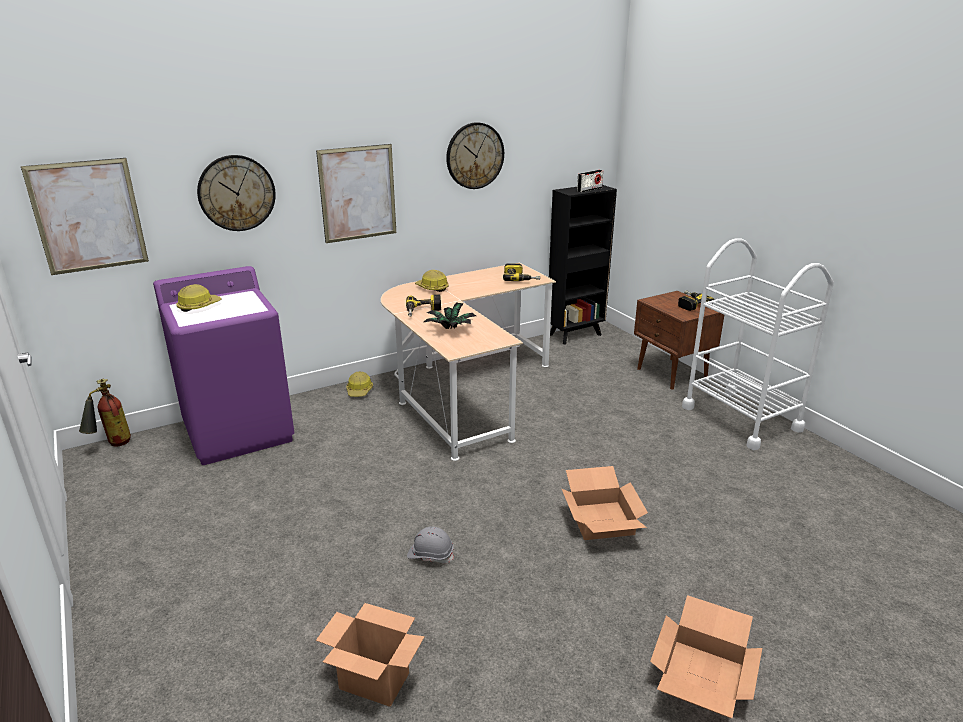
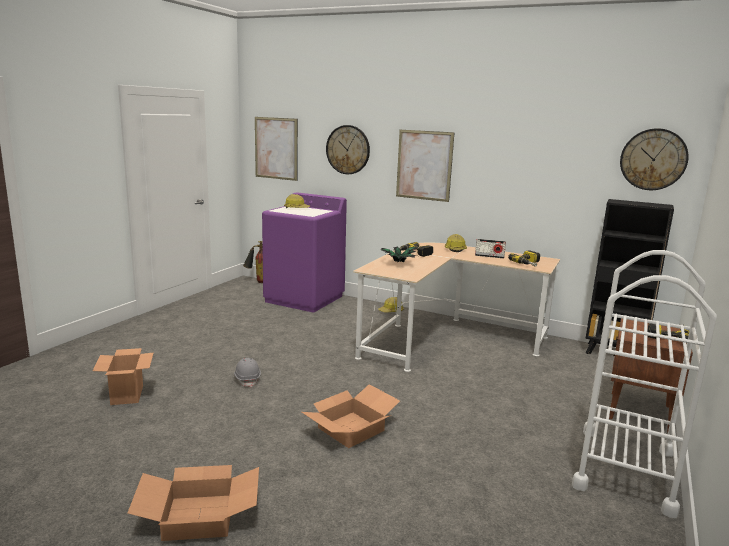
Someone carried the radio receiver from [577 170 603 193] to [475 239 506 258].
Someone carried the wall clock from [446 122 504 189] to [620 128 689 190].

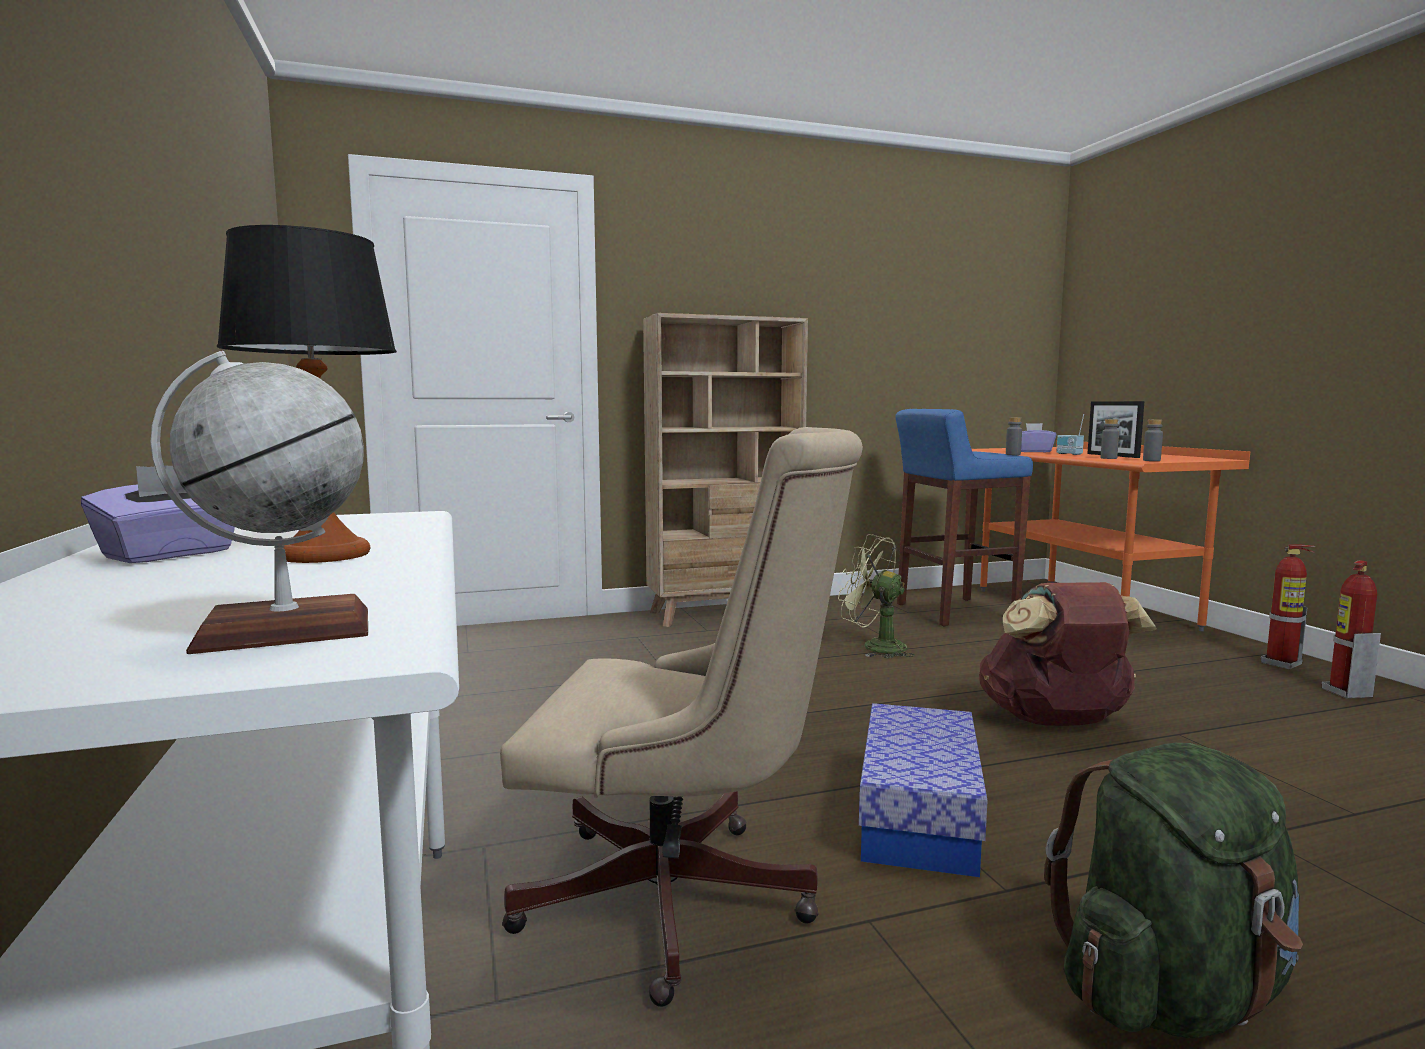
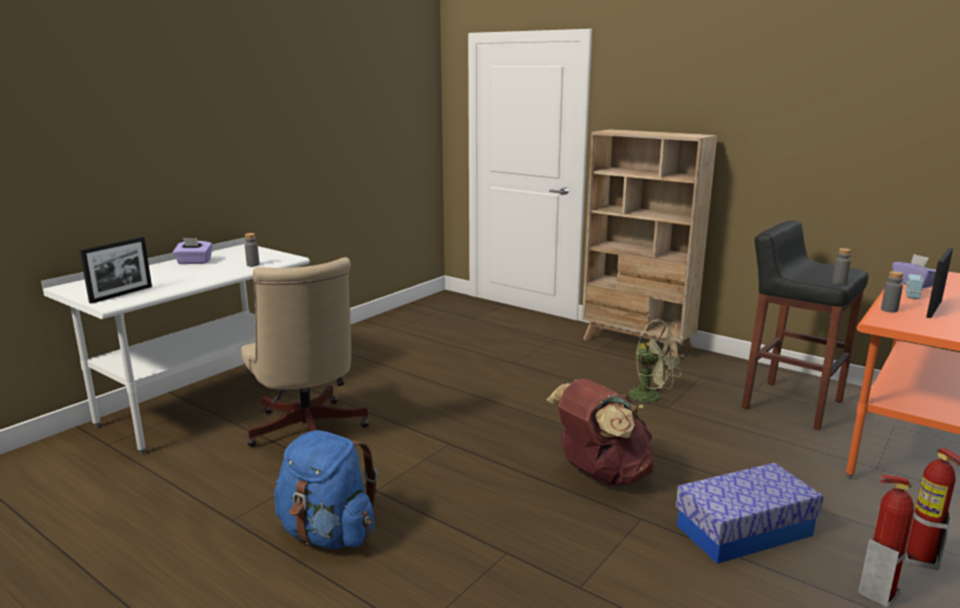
Someone swapped the desk globe at [151 351 368 654] for the photo frame at [80 237 152 304].
Someone carried the bottle/grey from [1143 420 1163 461] to [245 233 260 267].
Someone repainted the rucksack/greenish at [1044 743 1303 1038], which became the rucksack/blue-coloured at [274 430 378 549].
Someone rotated the electric fan/greenish at [838 534 915 658] by 135 degrees clockwise.
Someone carried the storage container from [859 703 988 877] to [676 463 823 564].
Someone repainted the sitting stool/blue-coloured at [896 409 1033 626], which became the sitting stool/black at [742 221 869 430].
Someone took away the table lamp at [217 225 397 563].

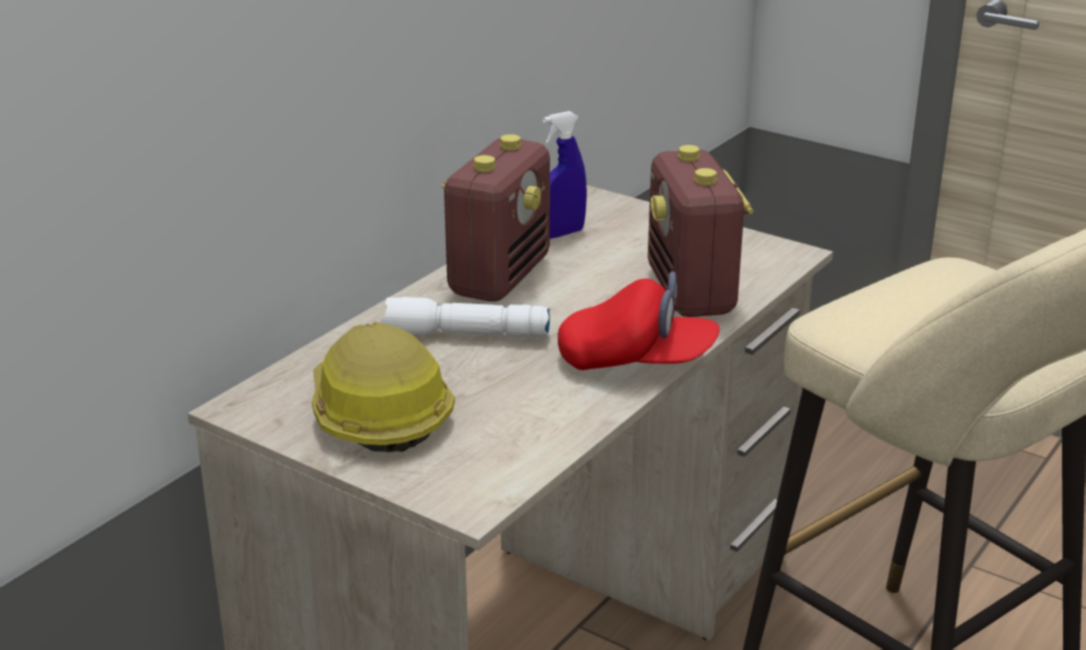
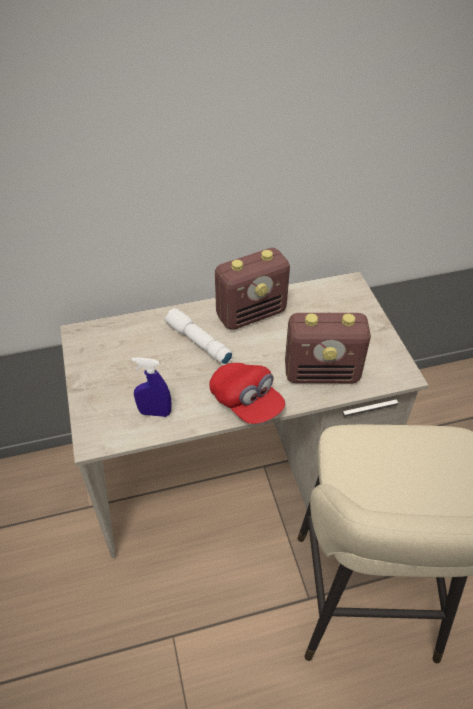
Someone carried the spray bottle/blue-coloured from [543 111 587 239] to [132 357 172 417].
Someone rotated the radio receiver at [648 145 753 317] by 120 degrees counterclockwise.
Someone took away the hard hat at [312 322 455 452].

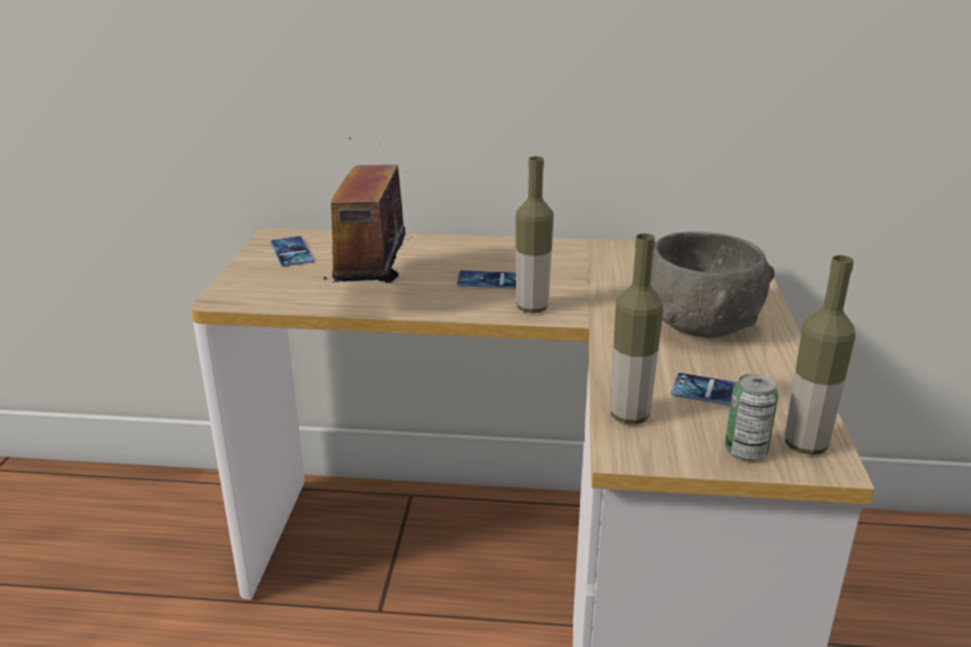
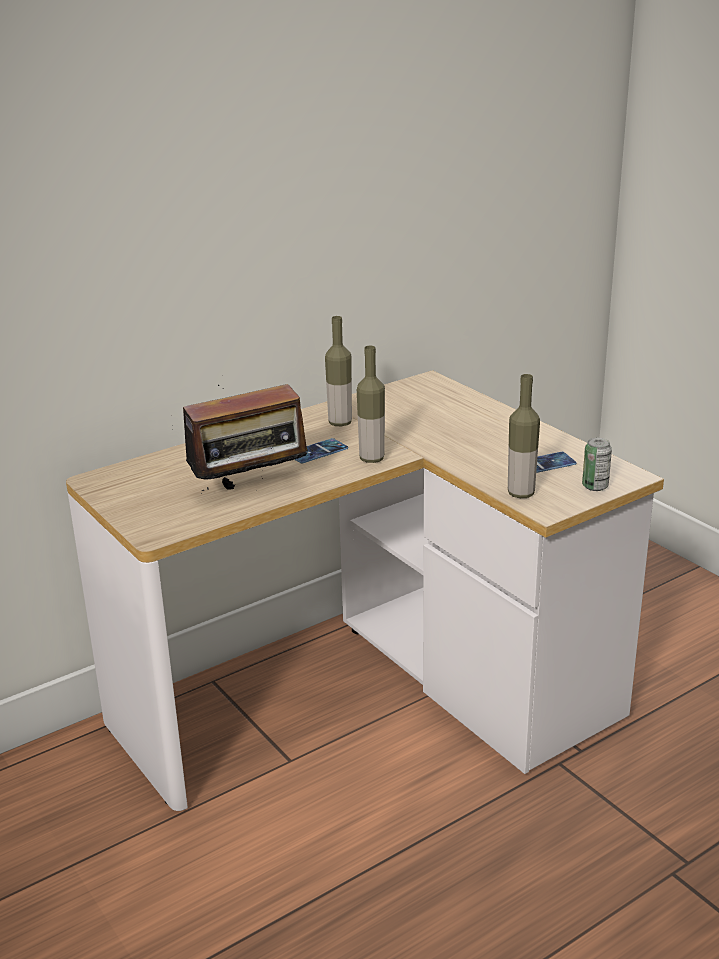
Someone rotated the radio receiver at [324 137 412 283] by 75 degrees counterclockwise.
Someone carried the bottle from [785 255 855 455] to [325 316 352 426].
Someone took away the phone at [270 236 314 267].
Someone took away the deep dish/grey at [650 232 775 338].

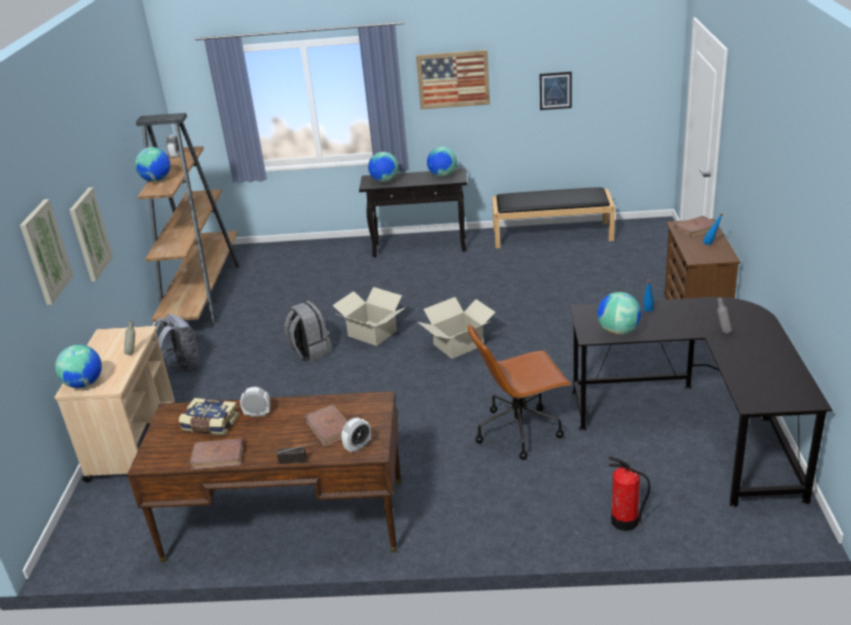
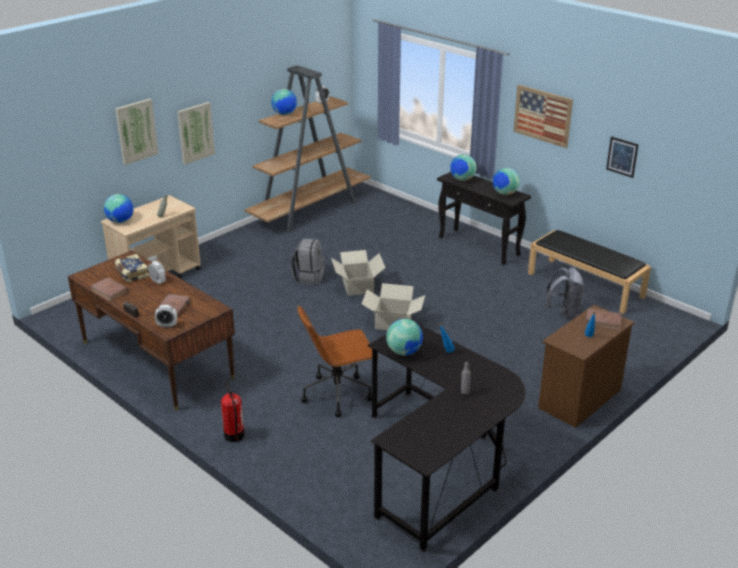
Someone carried the fire-fighting cylinder from [609 457 650 531] to [221 381 245 442].
Someone rotated the desk chair/brown at [468 324 571 460] by 45 degrees counterclockwise.
Someone carried the rucksack/grey from [154 314 199 372] to [547 267 584 319].

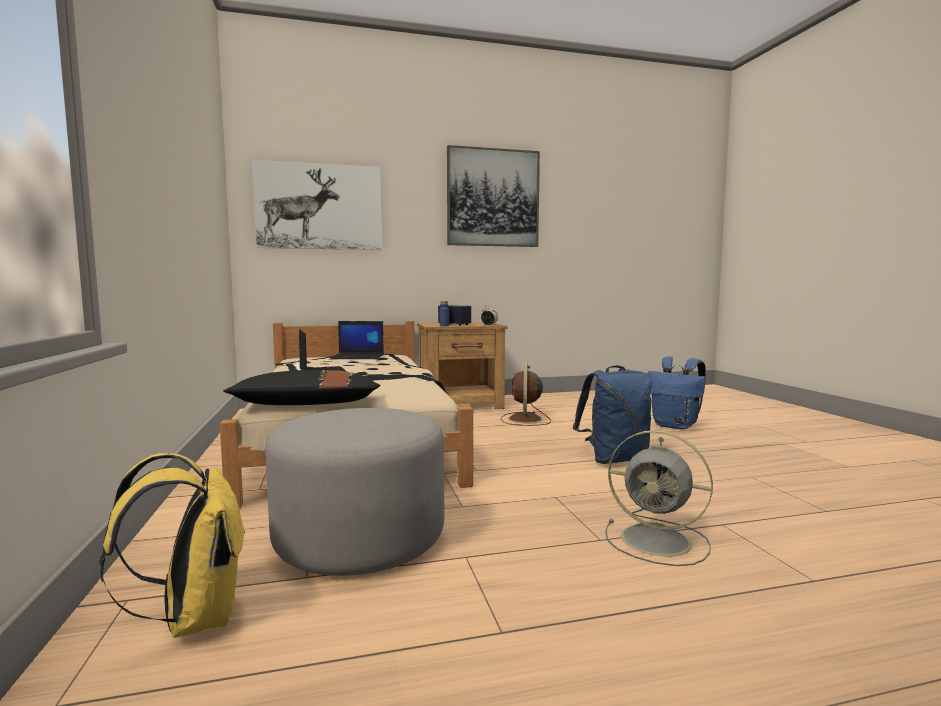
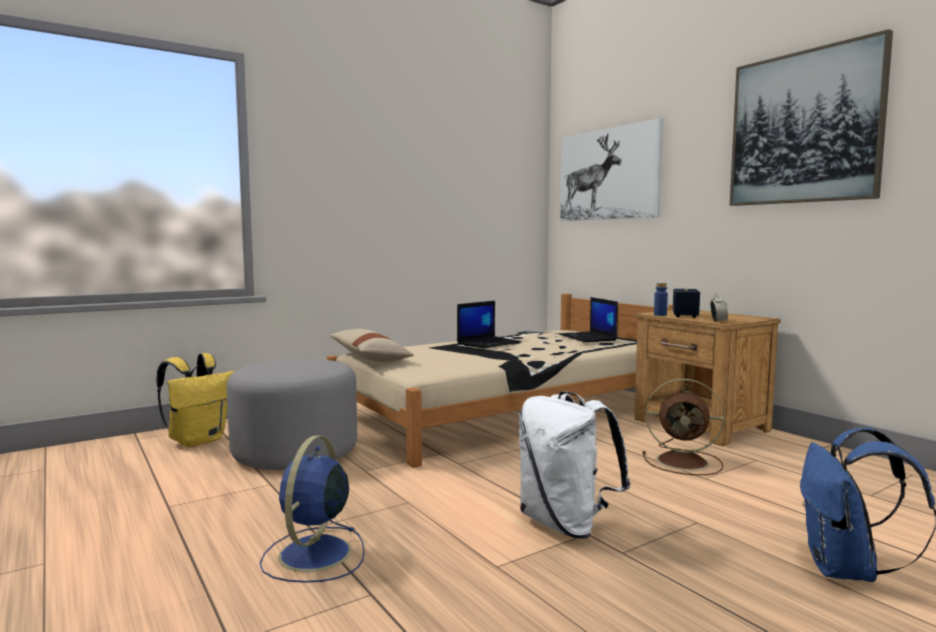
Someone repainted the electric fan/grey at [605 430 713 566], which became the electric fan/blue-coloured at [260 435 365 583].
Someone repainted the cushion/black at [223 370 381 405], which became the cushion/beige-coloured at [329 329 414 362].
Someone repainted the rucksack/blue-coloured at [573 366 652 464], which became the rucksack/white-coloured at [519 391 630 539].
Someone rotated the electric fan/brown at [501 362 551 426] by 150 degrees counterclockwise.

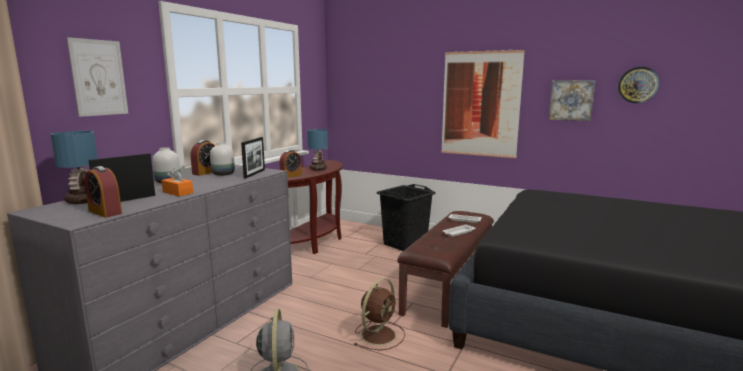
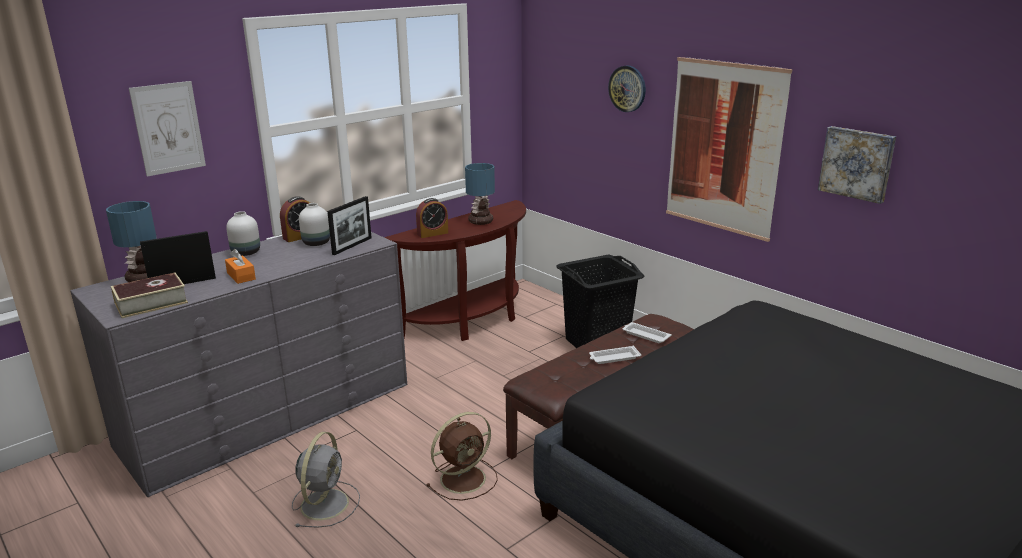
Someone swapped the alarm clock at [85 166 122 218] for the book at [111 273 188 318].
Someone carried the wall clock from [618 67 660 104] to [608 65 646 112].

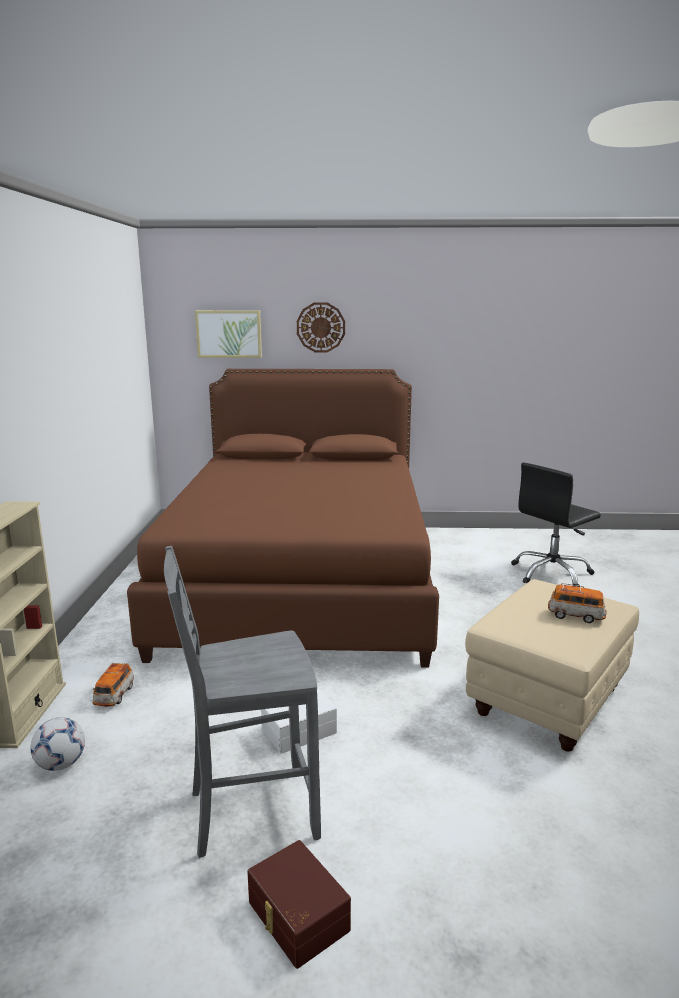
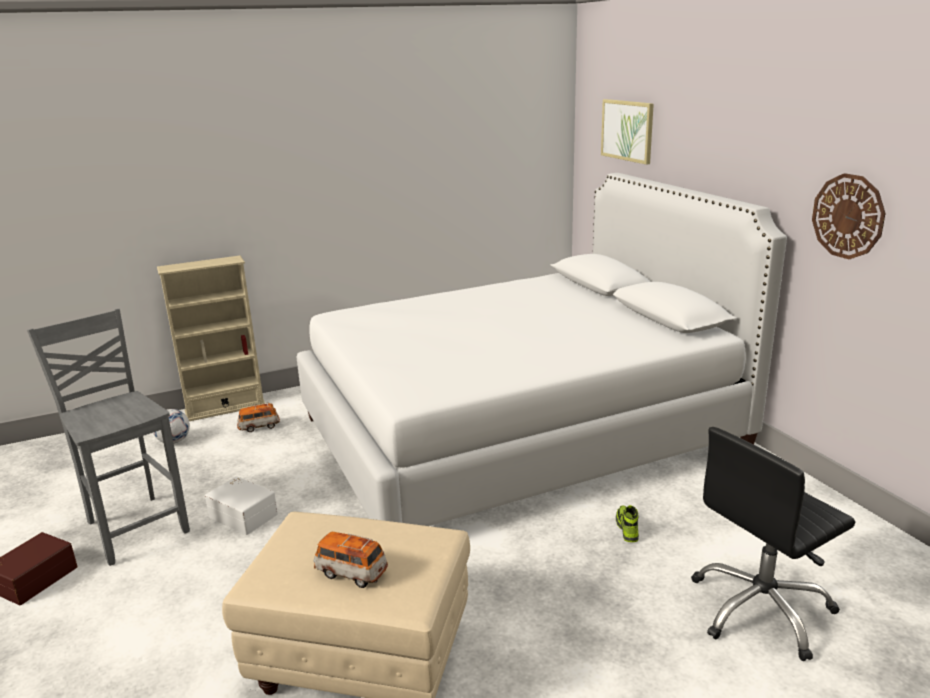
Someone repainted the bed/brown at [127 369 439 668], which became the bed/white-coloured at [296 173 787 526].
Someone rotated the model car at [548 583 607 623] by 120 degrees clockwise.
Someone put down the item of footwear at [616 505 639 542].
Someone rotated the desk chair/black at [511 463 601 587] by 60 degrees counterclockwise.
Someone carried the wall clock from [297 302 345 352] to [812 173 886 259].

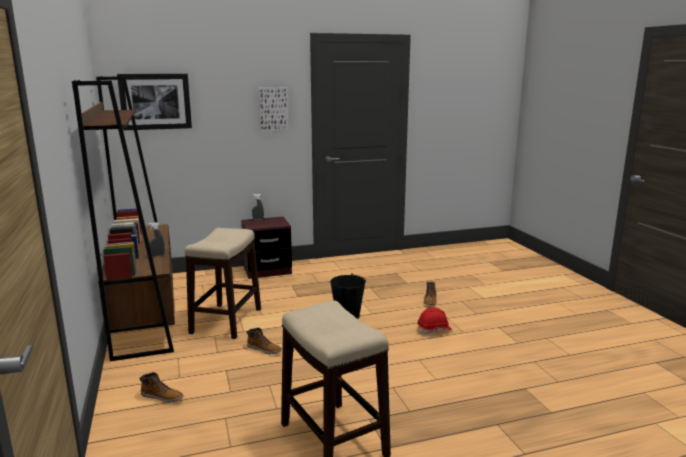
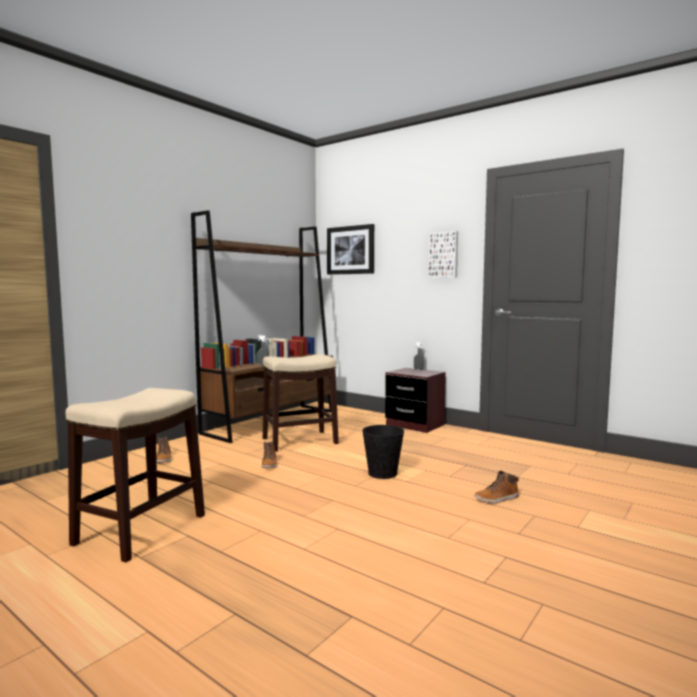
Someone took away the hard hat/red-coloured at [417 307 452 335].

